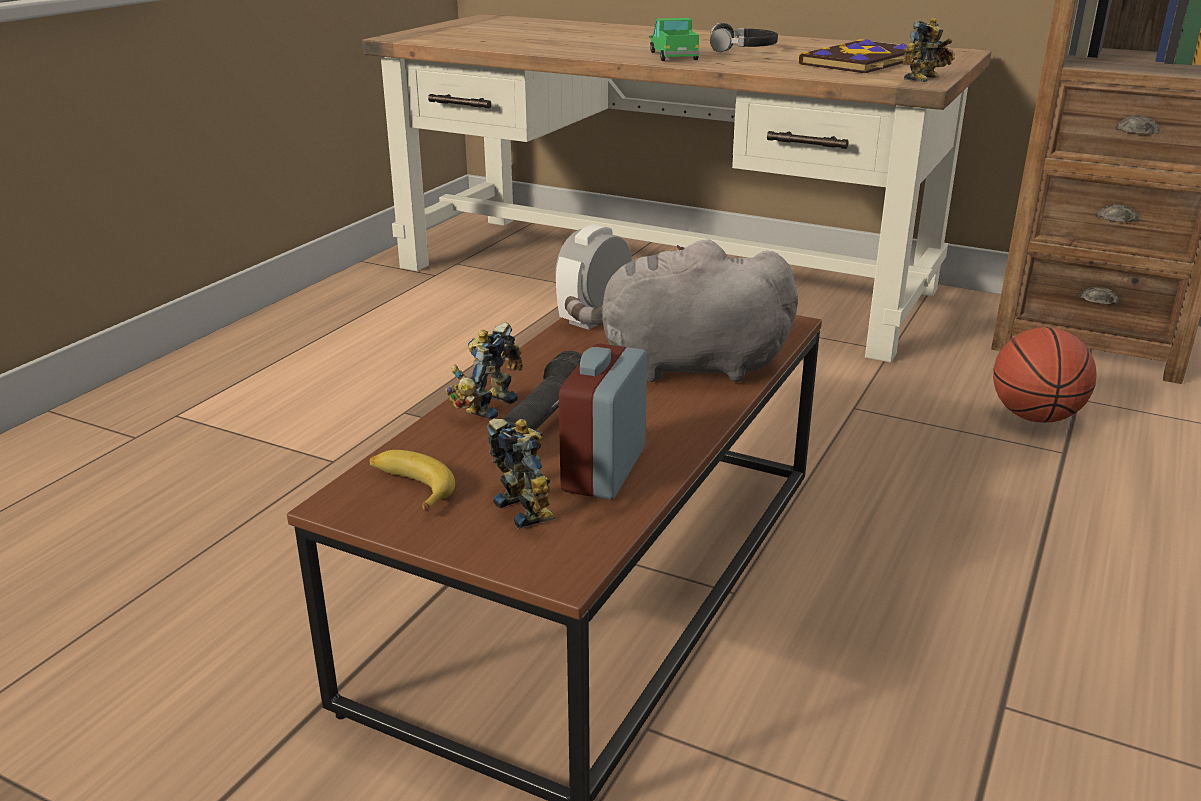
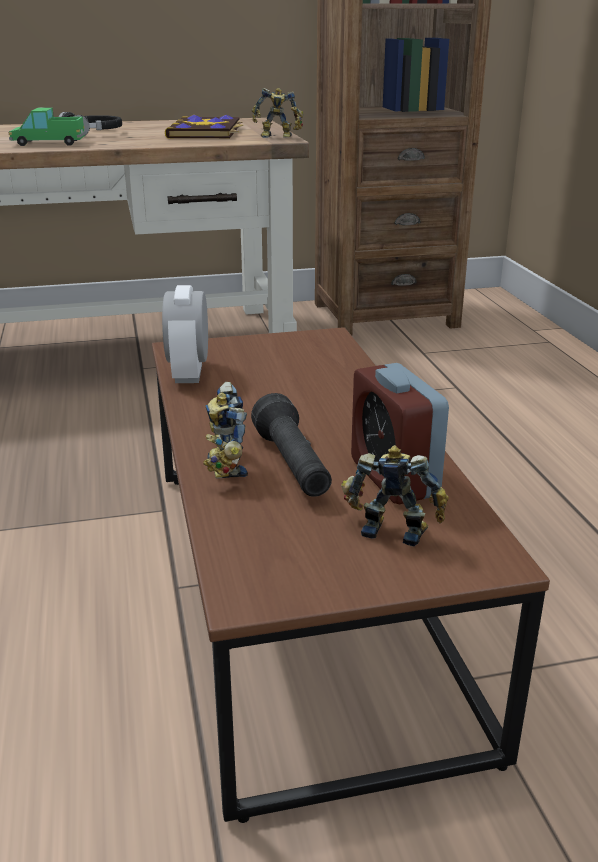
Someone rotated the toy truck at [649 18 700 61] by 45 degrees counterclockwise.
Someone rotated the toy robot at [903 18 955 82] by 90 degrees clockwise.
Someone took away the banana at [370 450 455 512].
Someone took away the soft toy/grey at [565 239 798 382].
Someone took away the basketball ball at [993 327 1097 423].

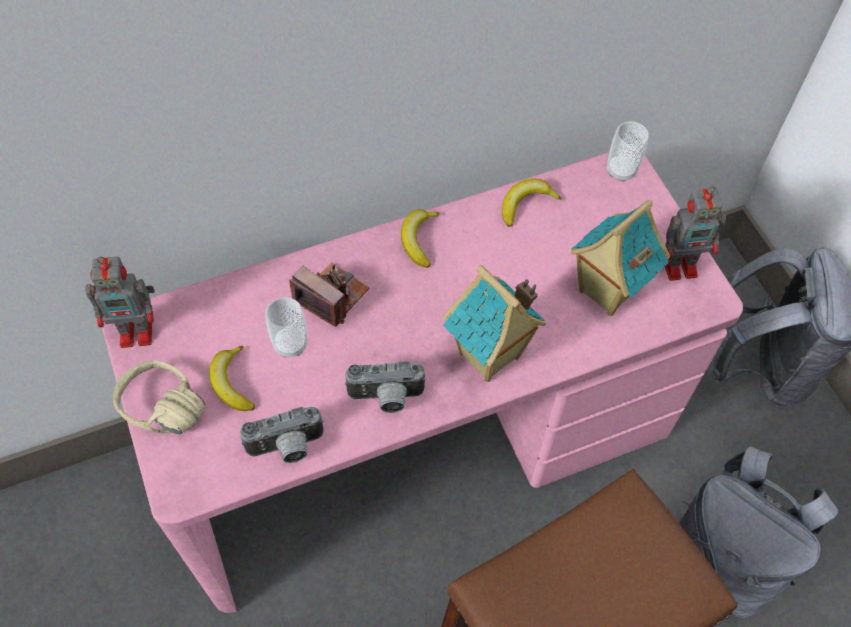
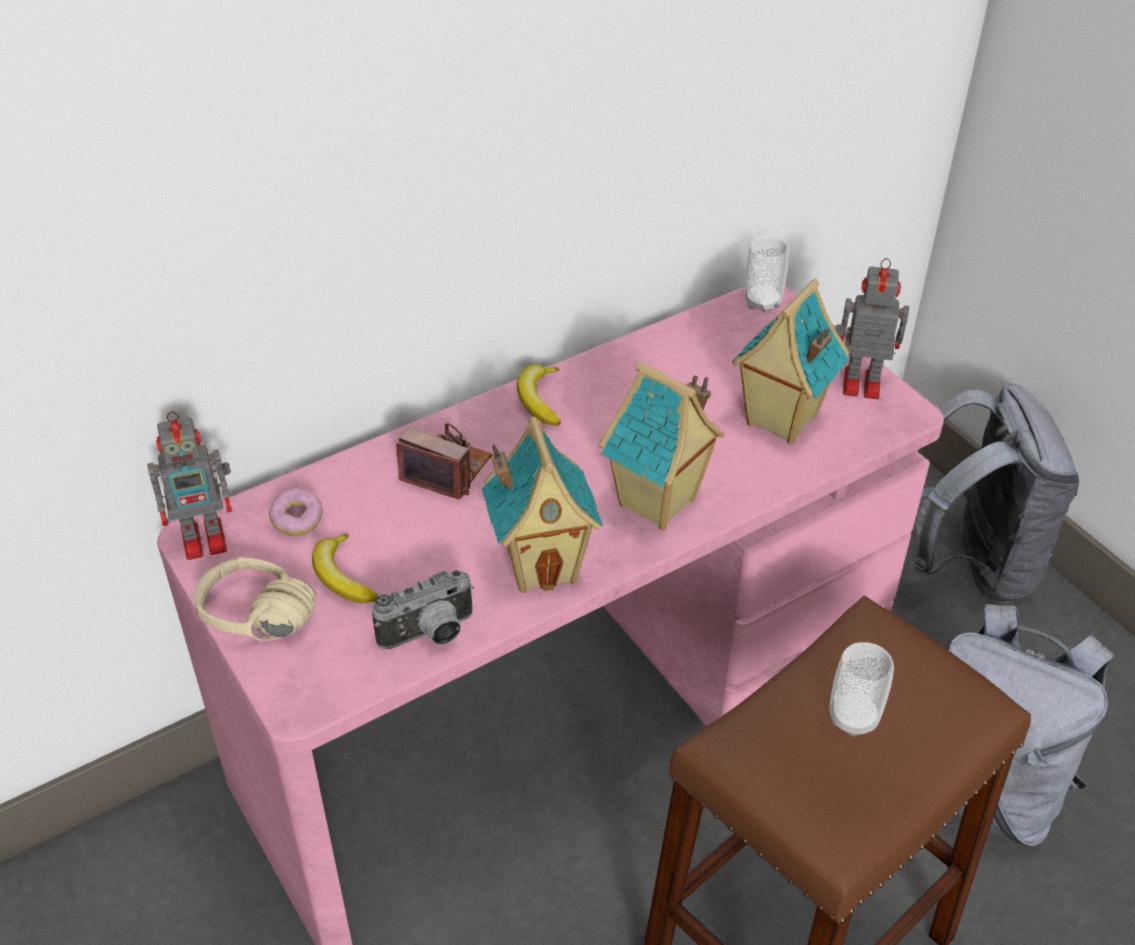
Someone put down the donut at [269 488 323 536].
Someone swapped the still camera at [345 361 426 413] for the toy house at [482 417 603 593].
Someone carried the drinking cup from [265 297 308 357] to [829 642 894 737].
Someone rotated the toy robot at [665 186 726 281] by 150 degrees counterclockwise.
Someone took away the banana at [502 179 562 227].

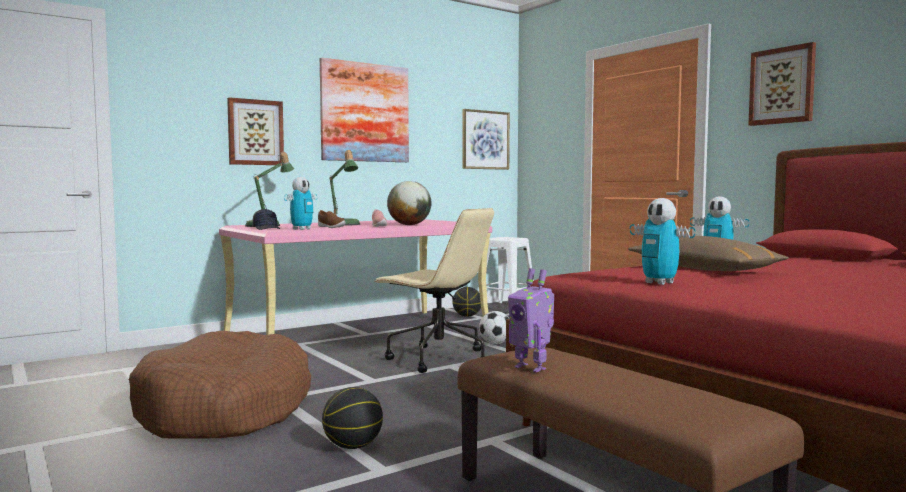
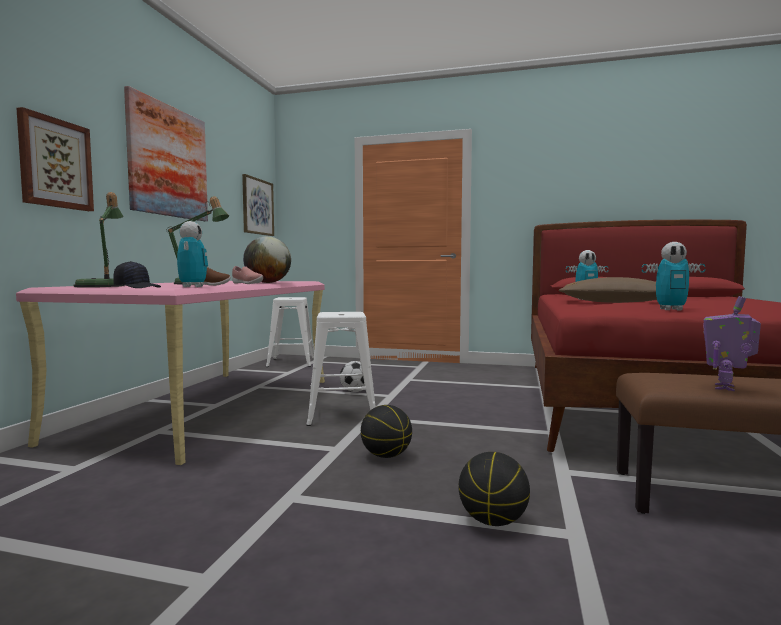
Someone swapped the desk chair/beige-coloured at [374 208 494 373] for the sitting stool/white-coloured at [306 312 376 426].
Someone carried the basketball ball from [452 287 481 317] to [361 405 412 458].
Someone rotated the toy robot at [508 268 554 372] by 120 degrees clockwise.
Someone took away the dog cushion/brown at [129 330 311 439].
Someone took away the wall picture at [748 42 816 126].

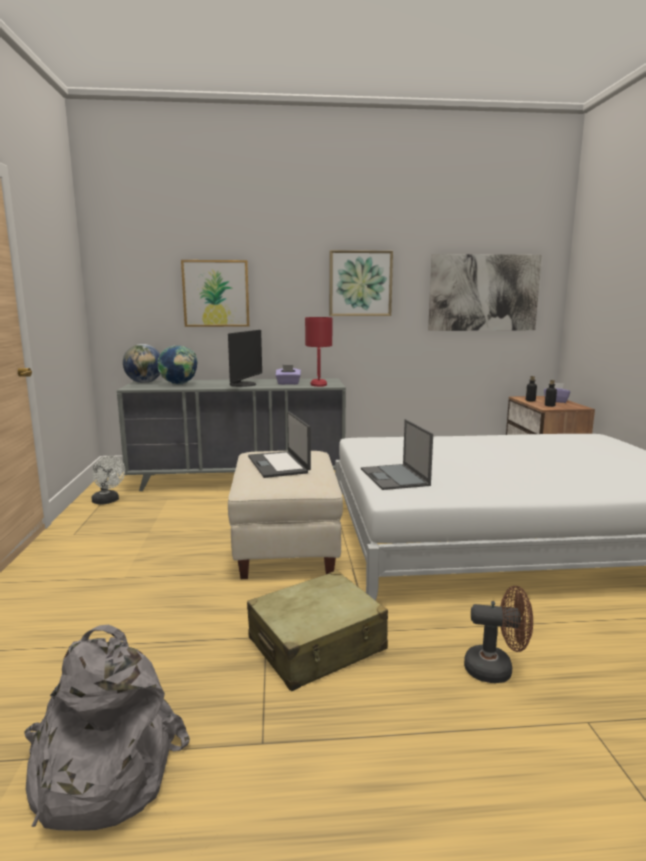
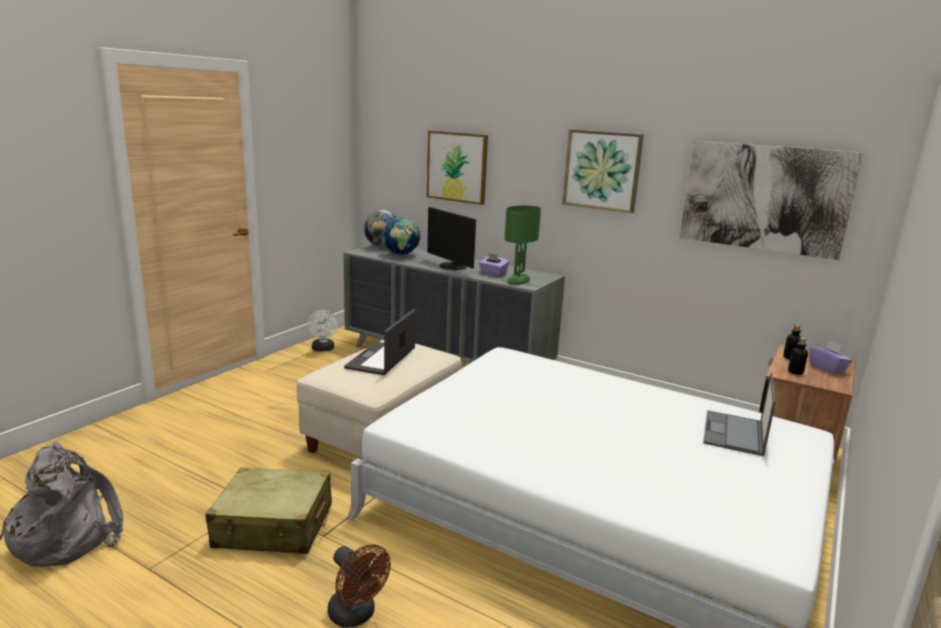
Someone rotated the computer display at [228 330 262 387] by 90 degrees clockwise.
Someone repainted the table lamp/red-coloured at [305 317 332 387], which became the table lamp/greenish at [505 205 541 285].
Someone carried the portable computer from [361 419 433 490] to [703 373 776 456].

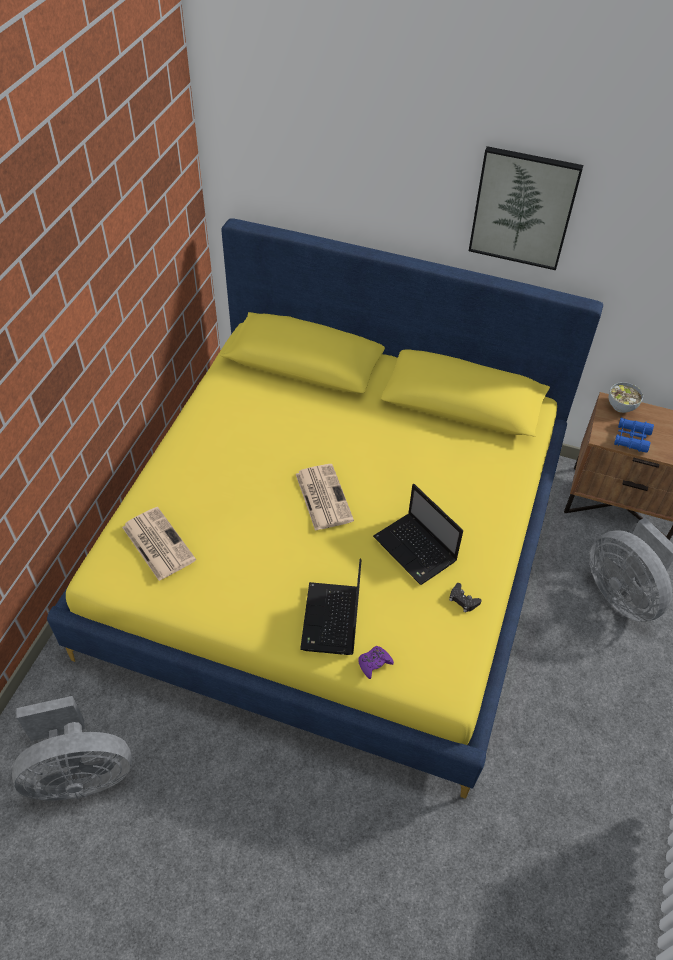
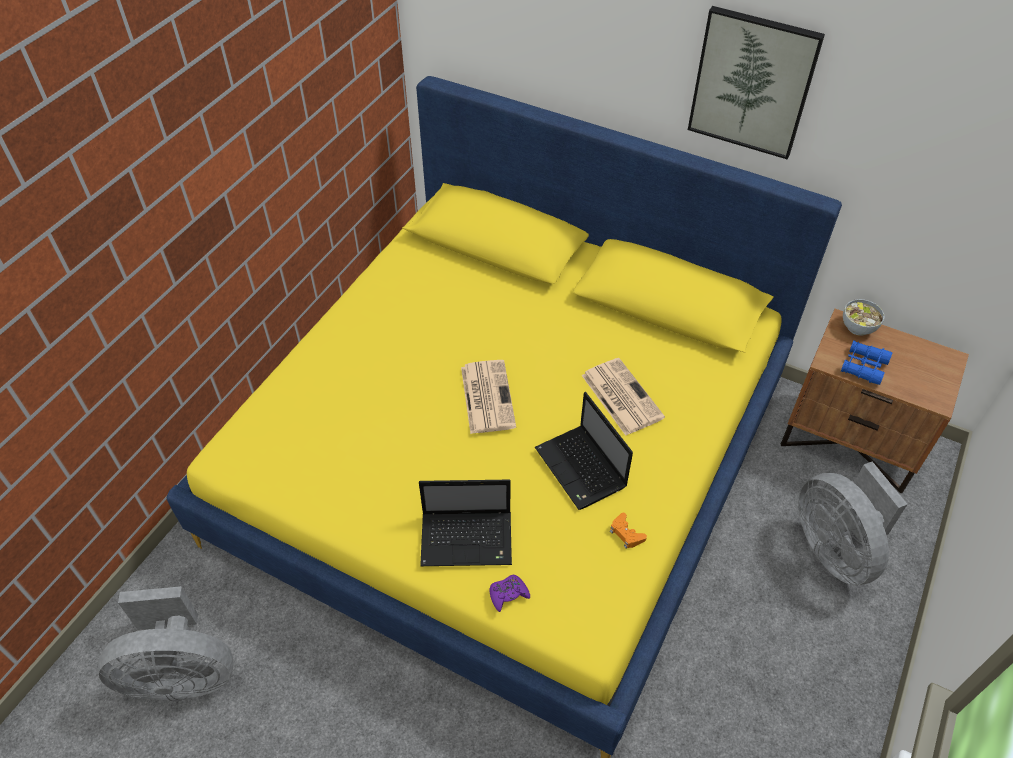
Someone rotated the portable computer at [300 559 361 655] by 105 degrees counterclockwise.
Someone carried the newspaper from [122 507 196 581] to [582 358 665 436].
Someone repainted the game controller/black at [449 583 481 613], which became the game controller/orange-coloured at [610 513 647 549].

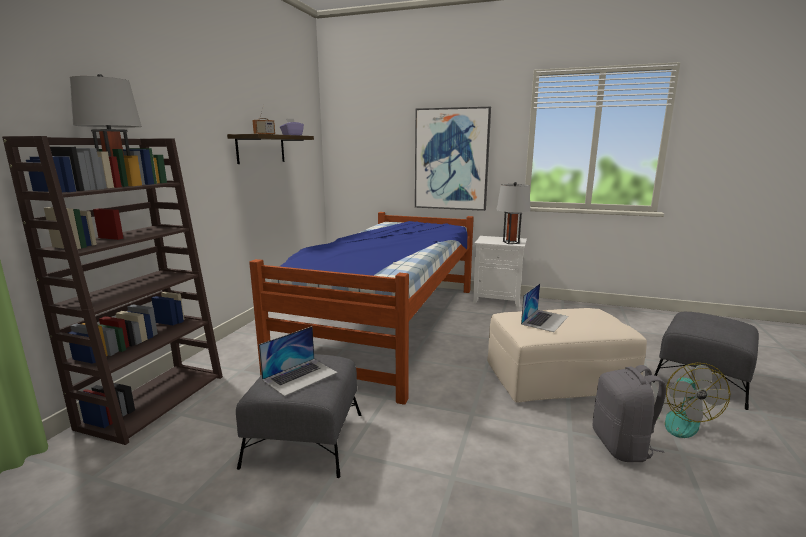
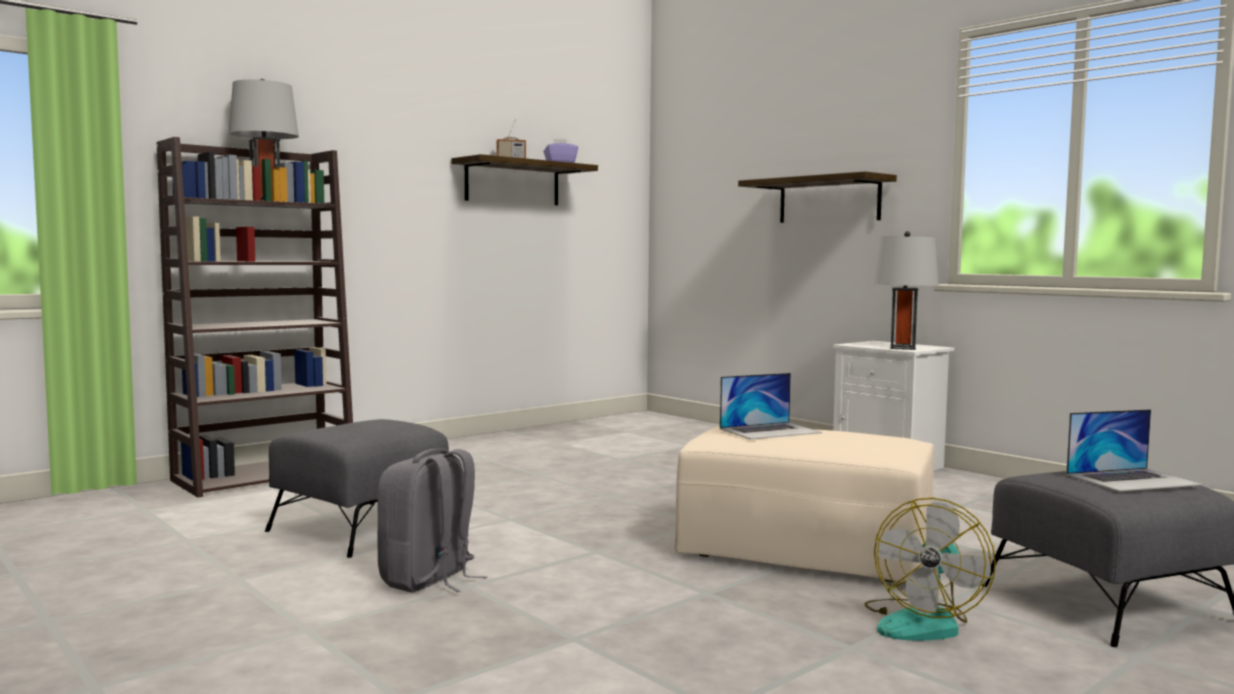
Someone carried the rucksack/grey from [593 365 666 462] to [377 448 487 592].
Someone swapped the wall picture at [415 107 491 211] for the bracket shelf at [738 171 897 223].
Someone carried the portable computer from [259 326 338 396] to [1066 409 1203 491].
Someone took away the bed at [249 212 474 405].

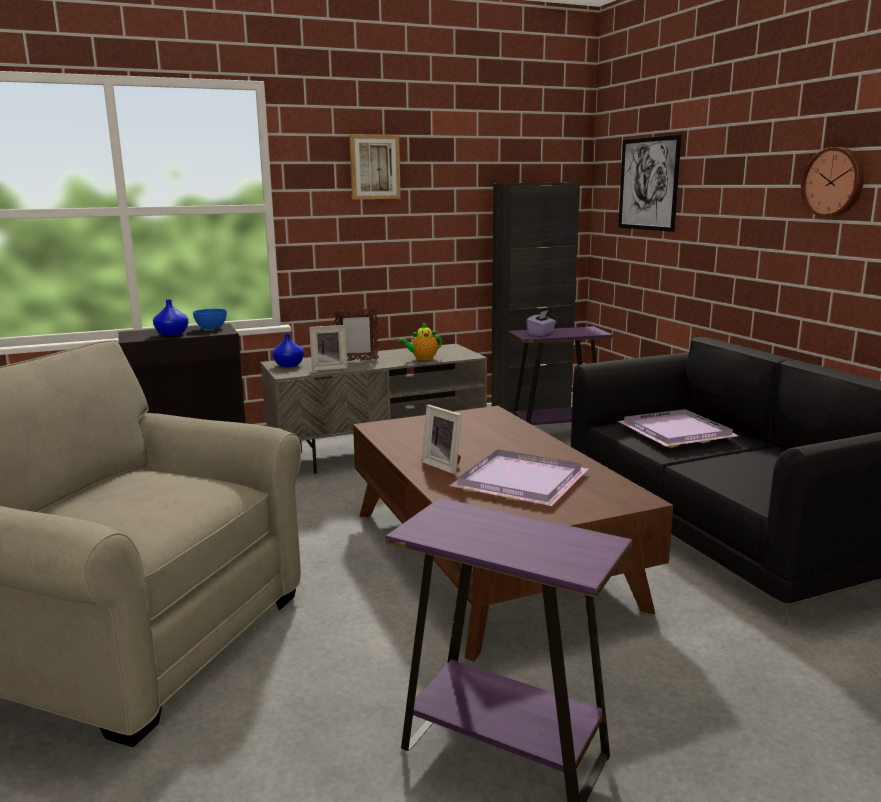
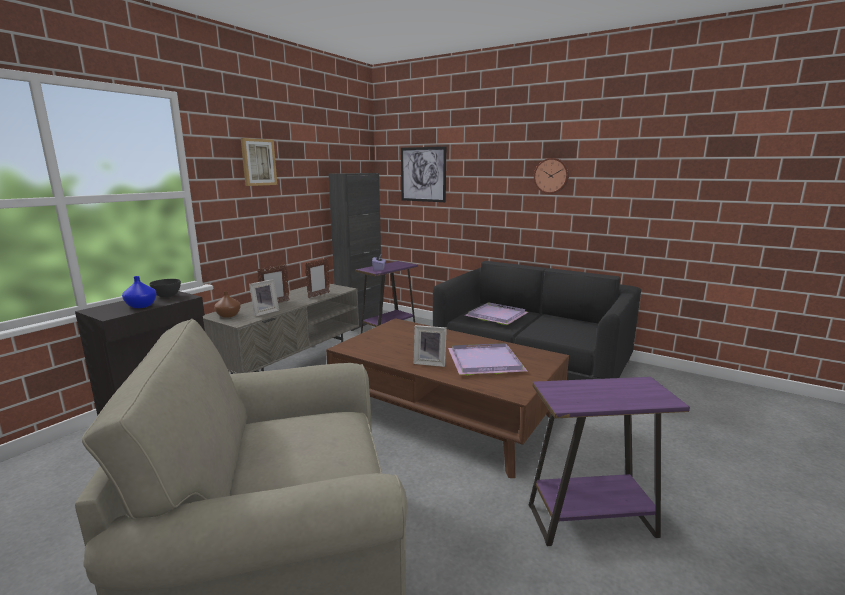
Someone repainted the deep dish/blue-coloured at [193 309 227 330], which became the deep dish/grey at [149 279 181 297].
Someone repainted the decorative vase/blue-coloured at [272 333 304 367], which became the decorative vase/brown at [214 291 241 318].
Someone swapped the tea pot at [398 322 442 361] for the photo frame at [305 258 330 298].

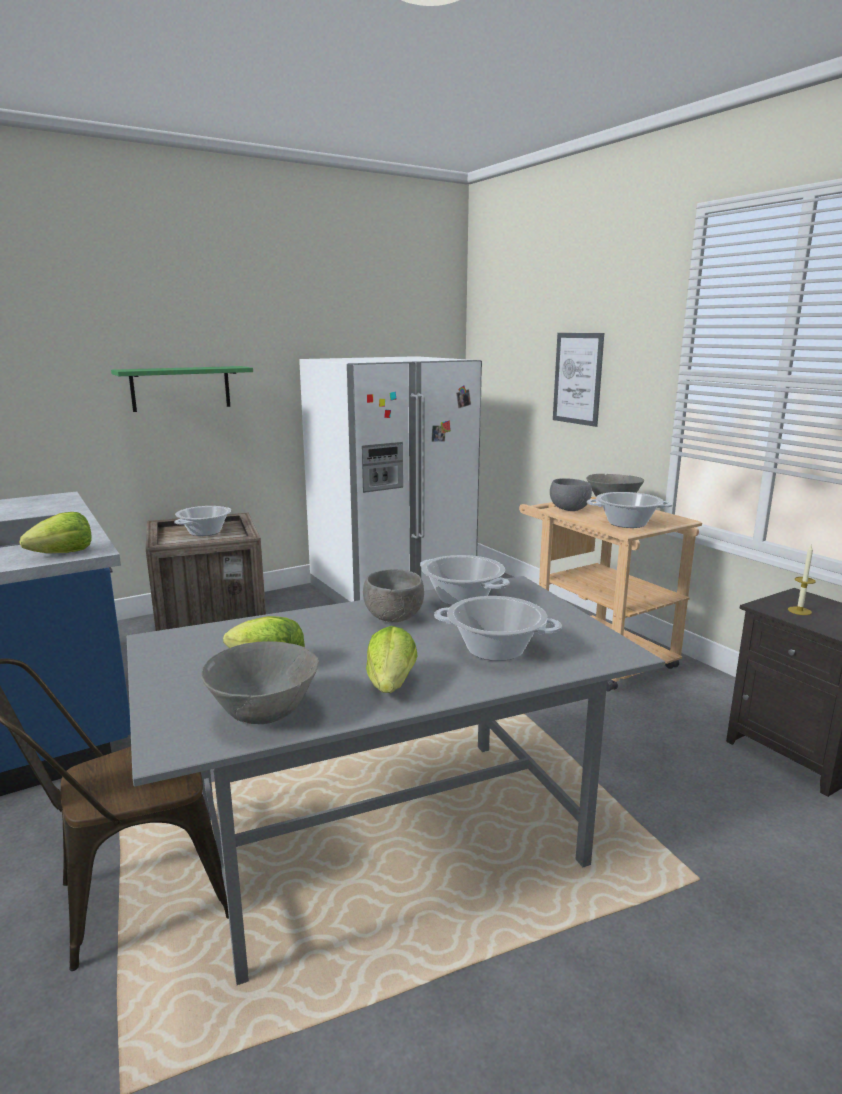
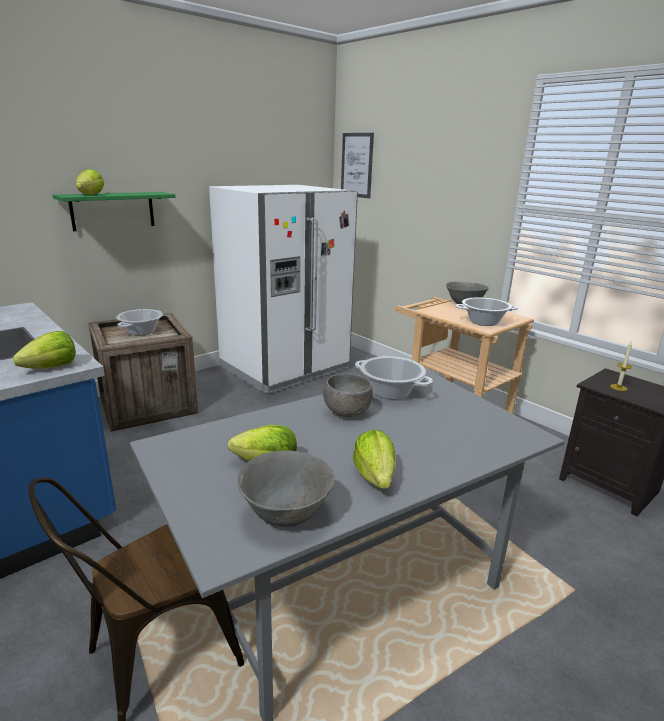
Someone put down the lettuce at [76 169 104 195].
Someone carried the wall picture from [553 333 604 427] to [341 133 374 198].
Someone took away the cooking pot at [434 596 562 661].
Someone took away the deep dish/grey at [550 478 592 511].

